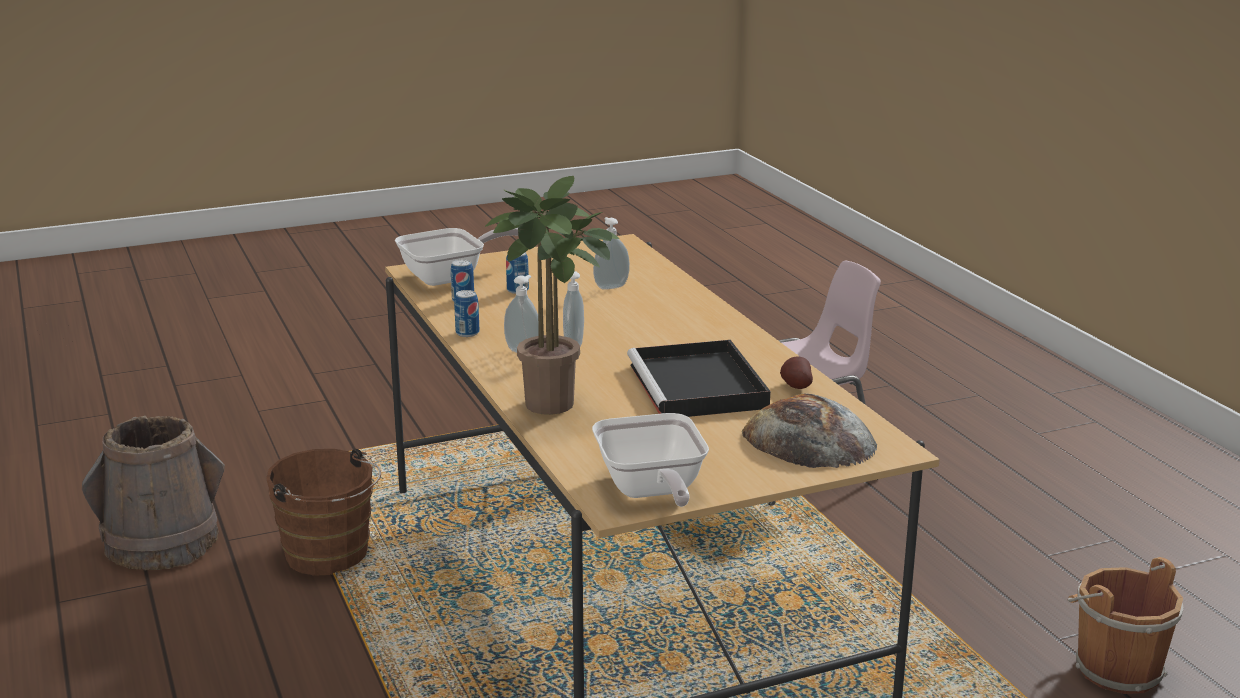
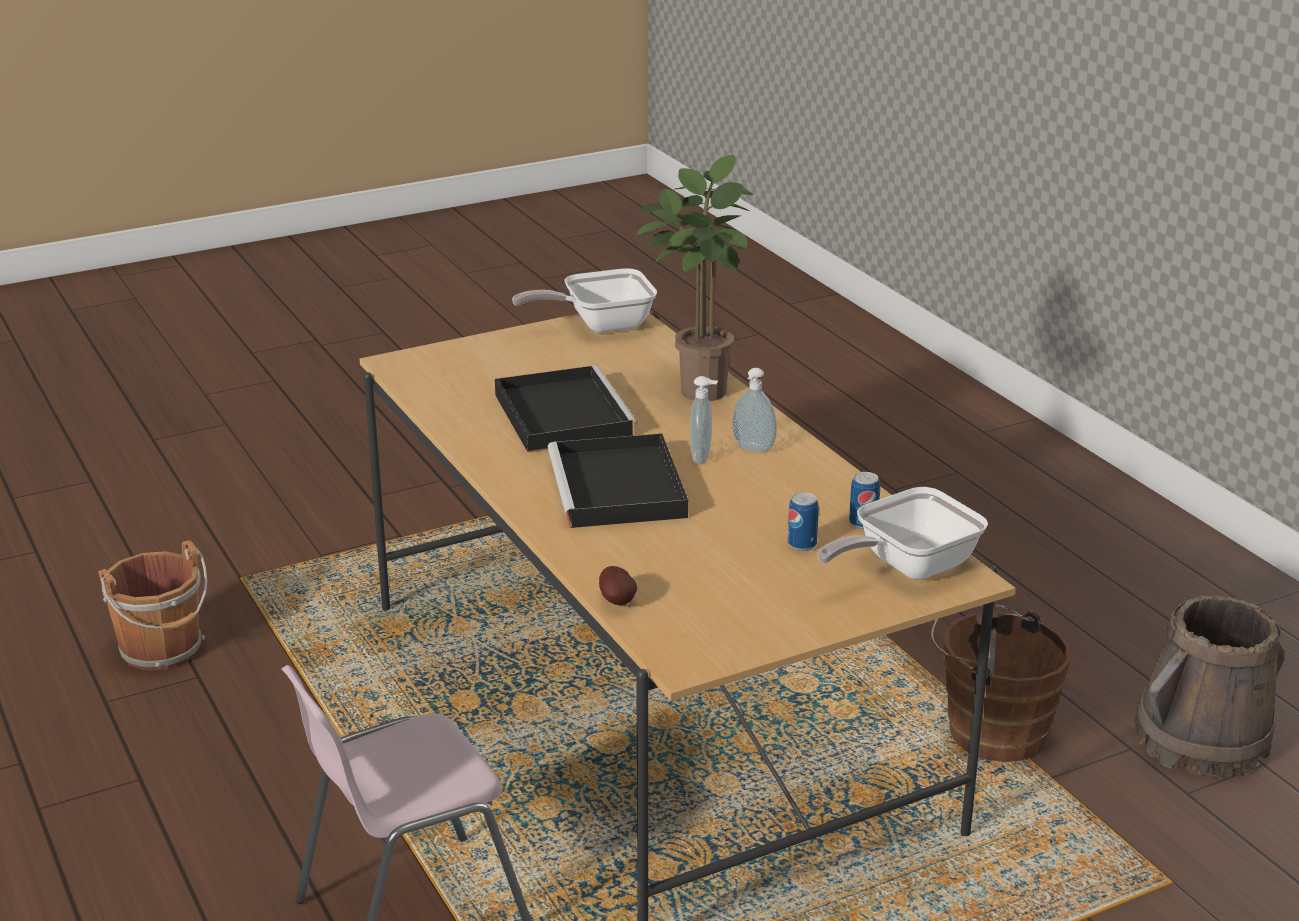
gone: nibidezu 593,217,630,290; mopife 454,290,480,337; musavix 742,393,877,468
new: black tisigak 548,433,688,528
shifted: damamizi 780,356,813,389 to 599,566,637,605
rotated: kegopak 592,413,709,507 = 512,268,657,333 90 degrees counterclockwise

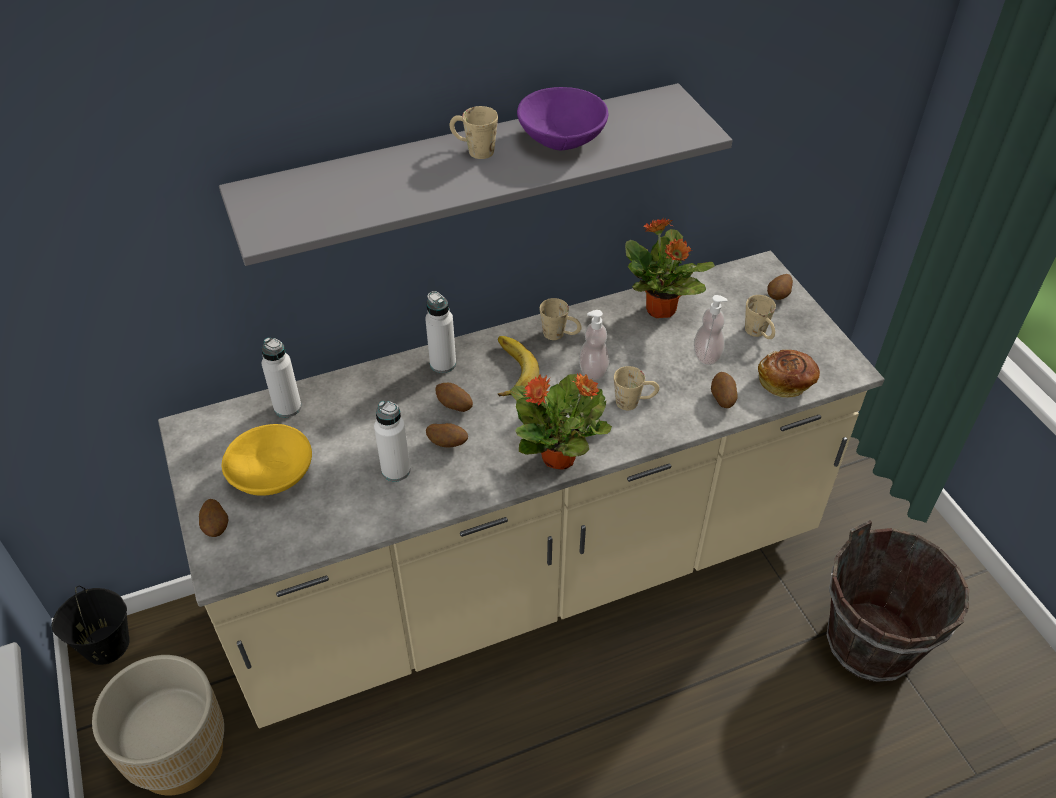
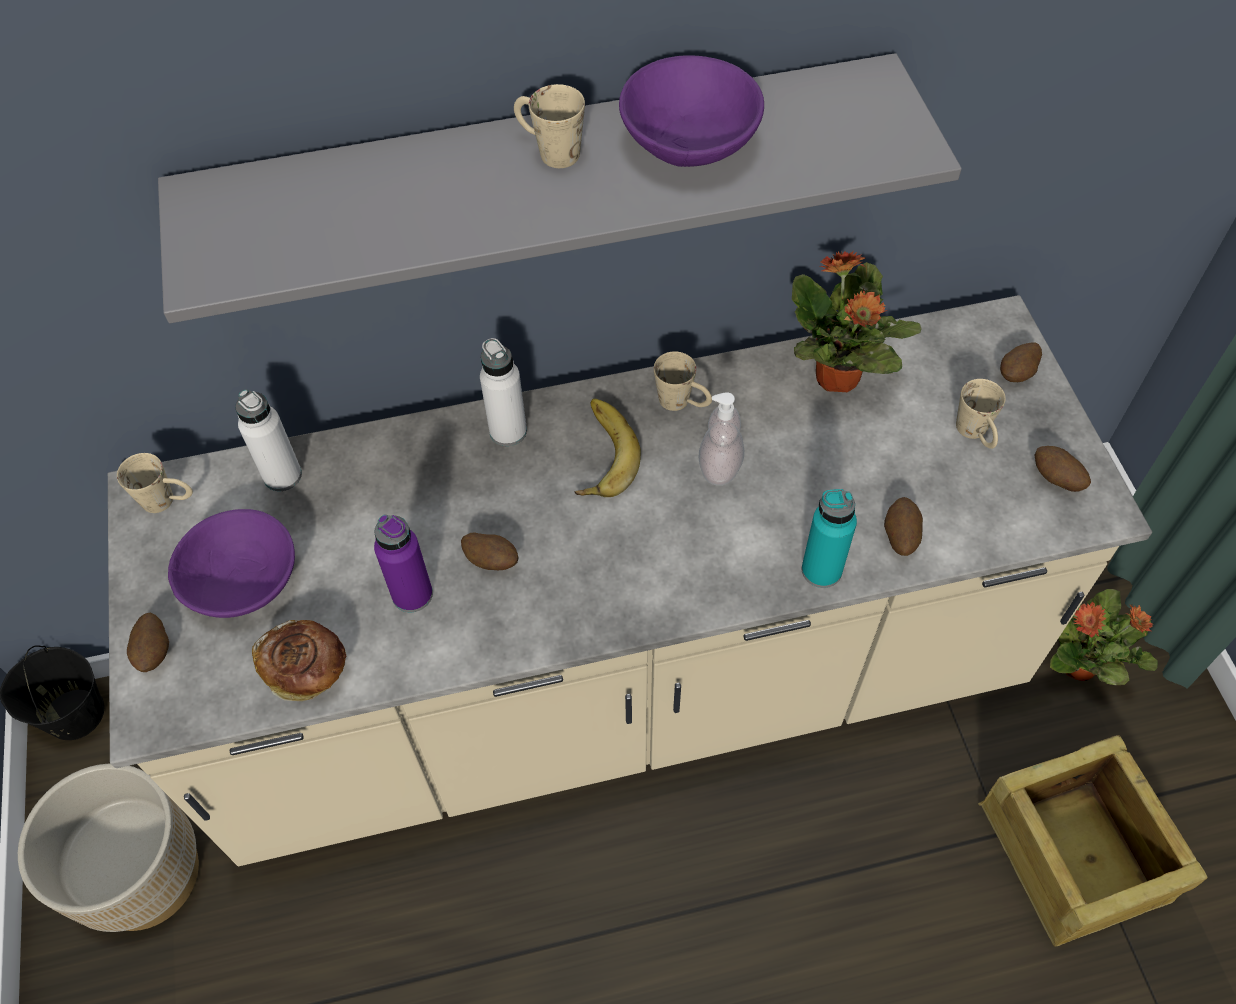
gone: nibidezu 694,295,727,365
new: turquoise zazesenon 802,489,857,588
shifted: musavix 758,350,820,398 to 252,620,346,701; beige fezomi 614,366,659,410 to 117,453,193,513; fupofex 510,373,612,470 to 1050,589,1158,685; damamizi 436,383,473,412 to 1034,446,1091,492
swapped: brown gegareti 827,520,969,682 to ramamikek 978,735,1208,947
repainted: white zazesenon 374,401,410,482 to purple zazesenon 374,514,433,612; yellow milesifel 222,424,312,496 to purple milesifel 168,509,295,618

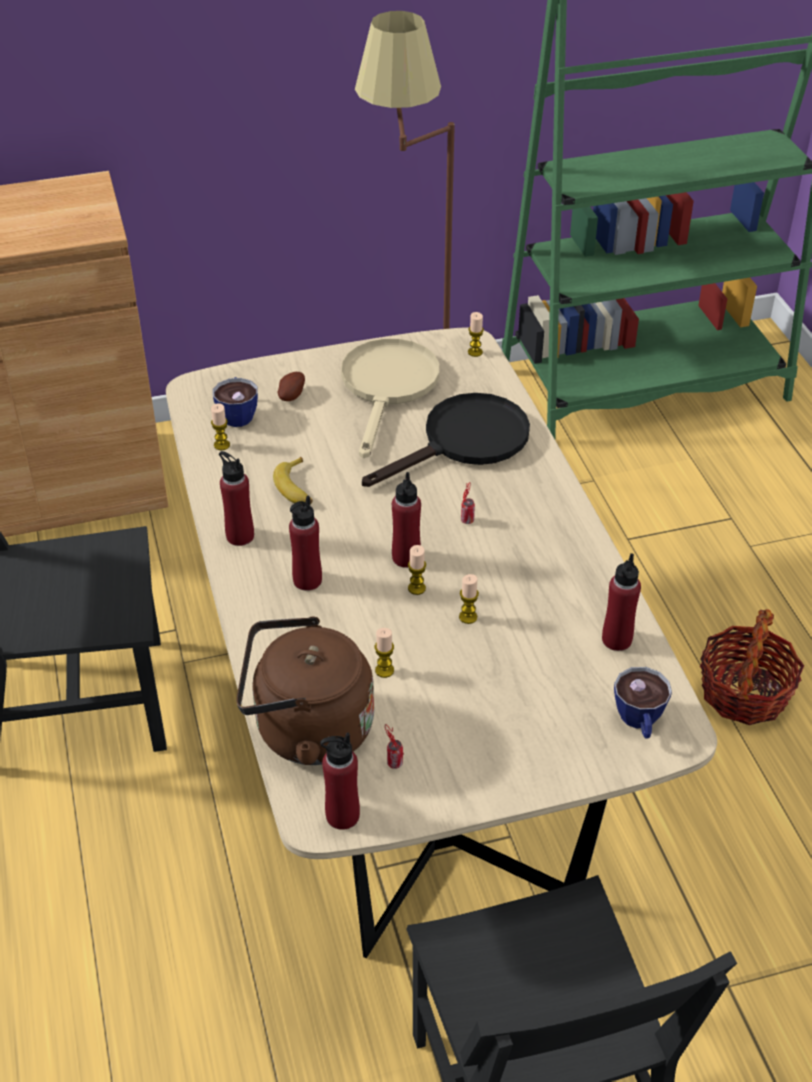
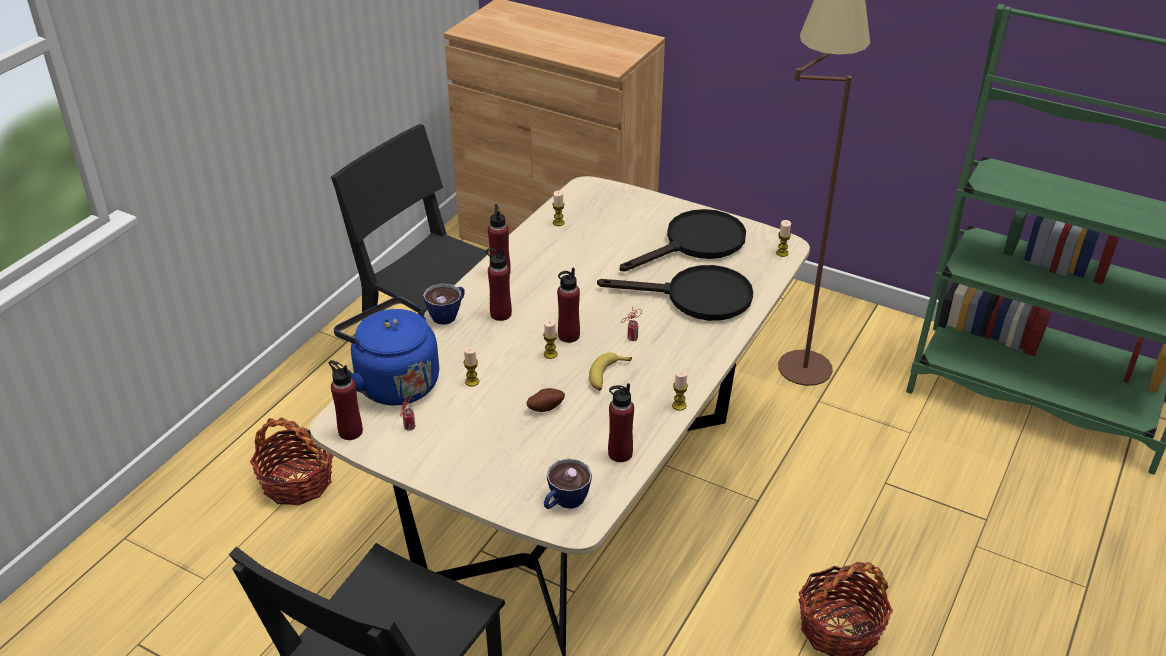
new: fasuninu 250,418,334,505
shifted: damamizi 278,372,305,401 to 526,388,565,412; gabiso 213,377,258,427 to 423,284,465,325; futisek 273,457,313,504 to 589,352,632,391; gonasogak 459,574,479,624 to 672,370,688,411
repainted: beige kegopak 341,338,439,458 to black kegopak 620,209,746,272; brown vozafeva 236,617,374,765 to blue vozafeva 334,297,439,406

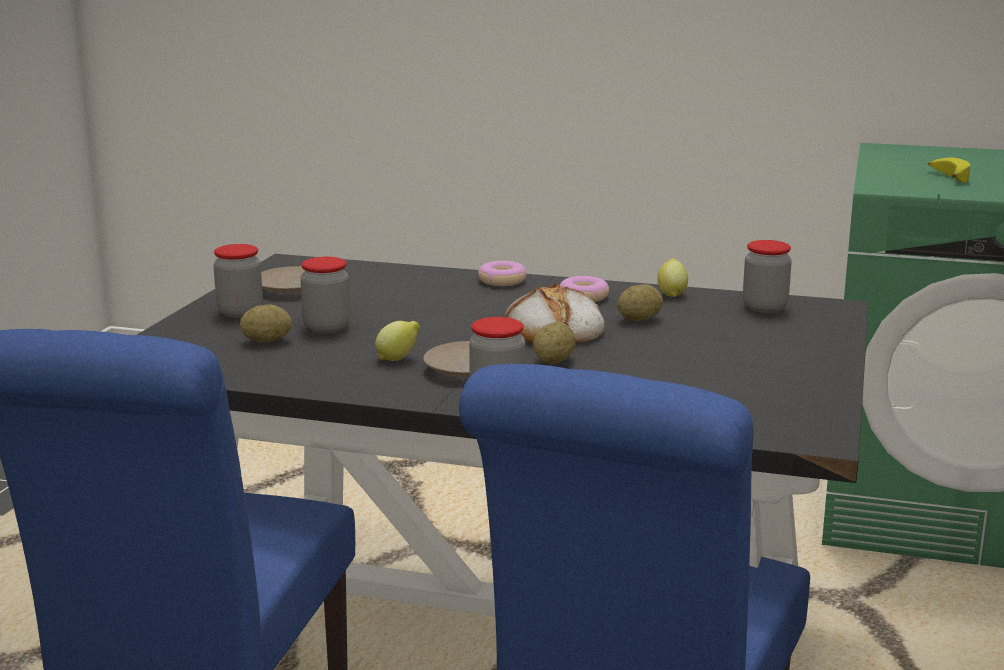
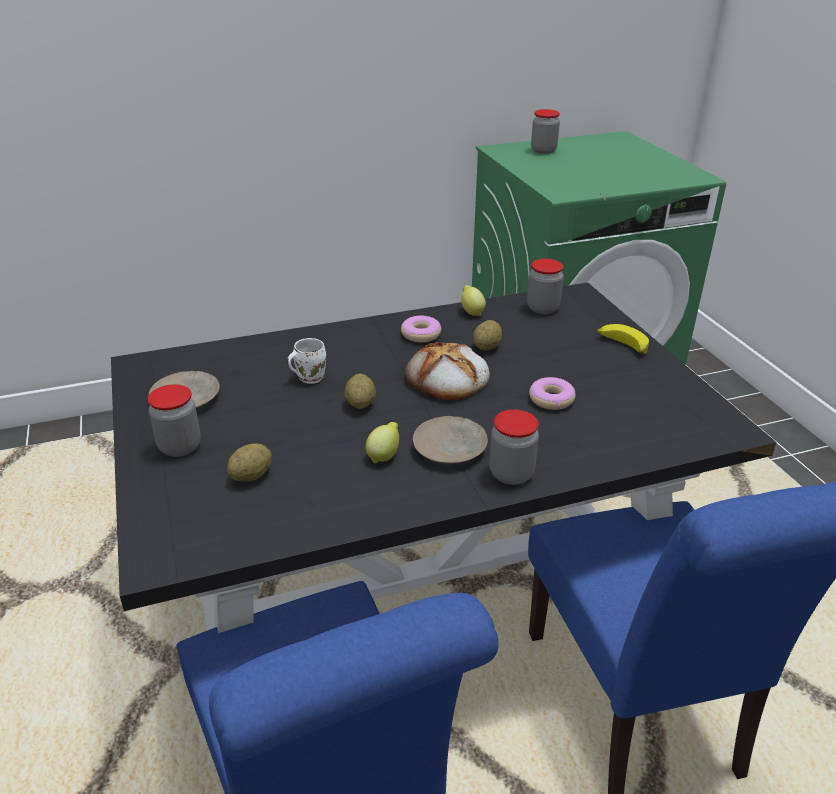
new: white fezomi 287,338,326,384
shifted: futisek 928,158,970,183 to 597,324,649,354; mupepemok 300,257,350,333 to 531,109,560,154; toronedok 478,261,527,286 to 529,377,576,410; damamizi 533,322,575,363 to 344,374,376,409

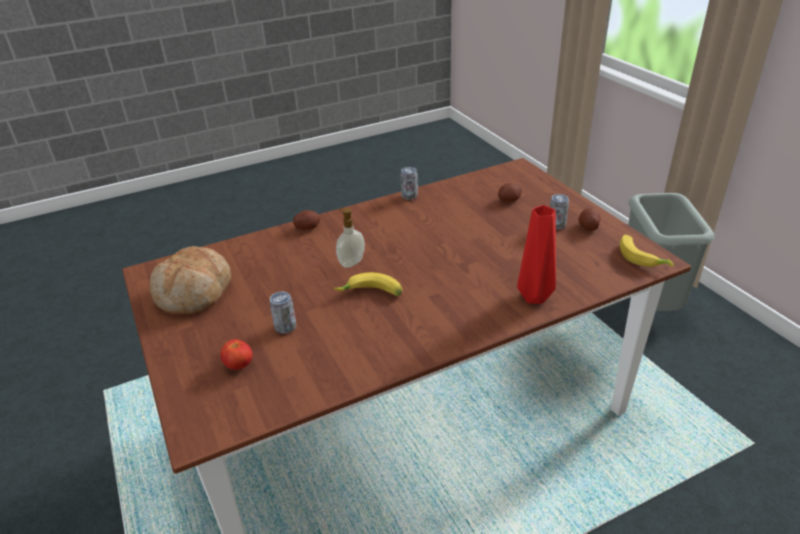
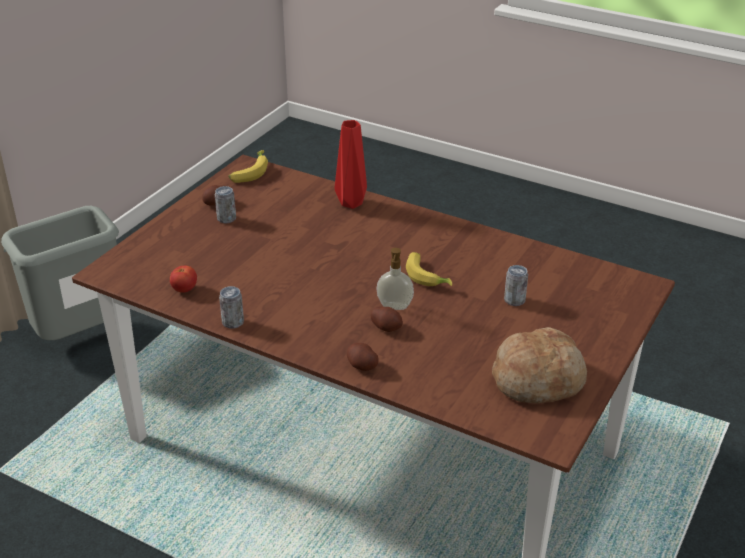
shifted: damamizi 498,183,522,202 to 370,307,403,332; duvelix 220,339,252,370 to 170,265,197,293

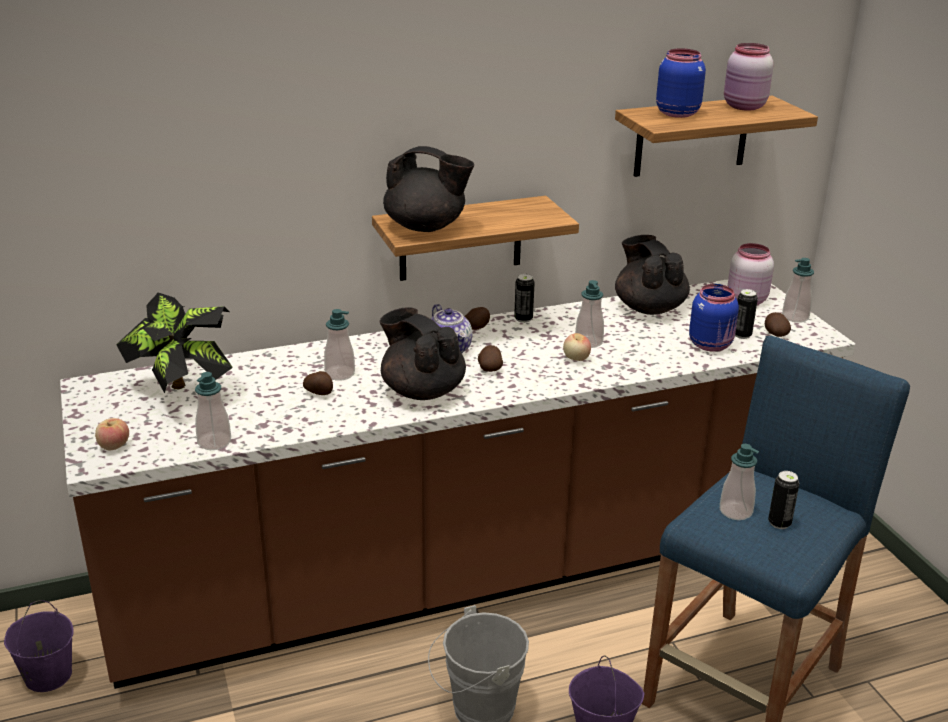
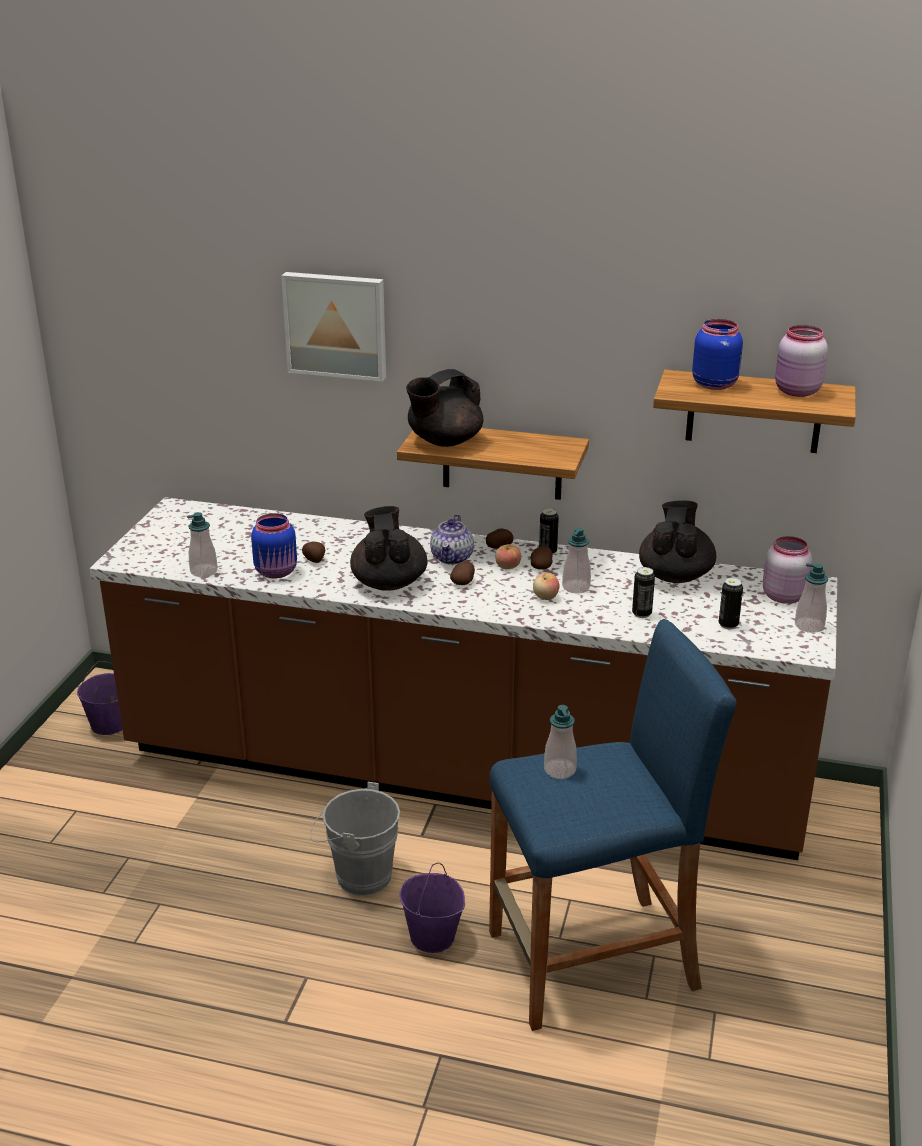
gone: fupofex 116,293,232,393; nibidezu 324,309,355,381
new: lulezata 281,272,386,382
shifted: blue mupepemok 689,284,739,352 to 251,513,297,578; damamizi 765,312,791,337 to 531,546,552,570; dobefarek 95,418,129,450 to 495,544,521,569; mopife 768,471,799,529 to 632,567,655,618
rotated: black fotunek 383,146,474,232 = 406,369,483,447 90 degrees clockwise

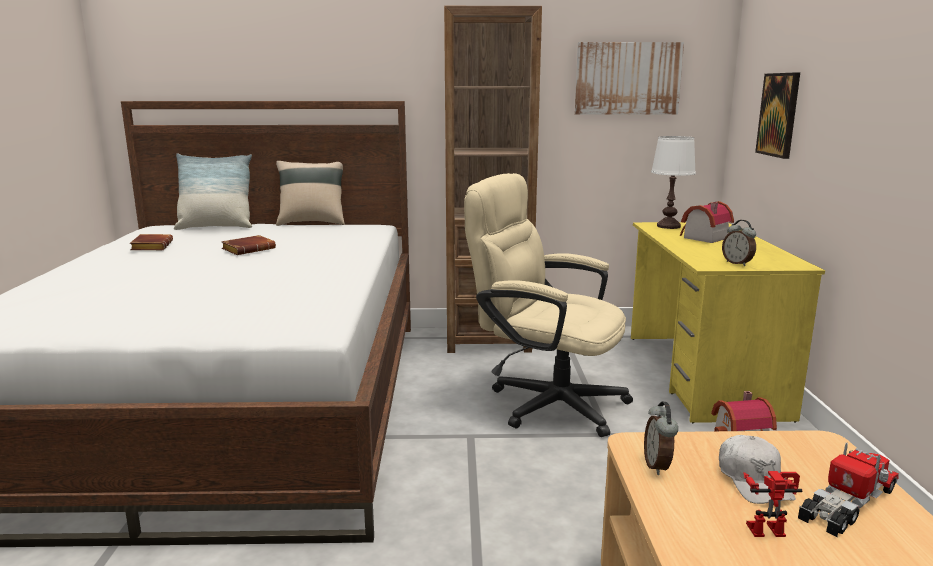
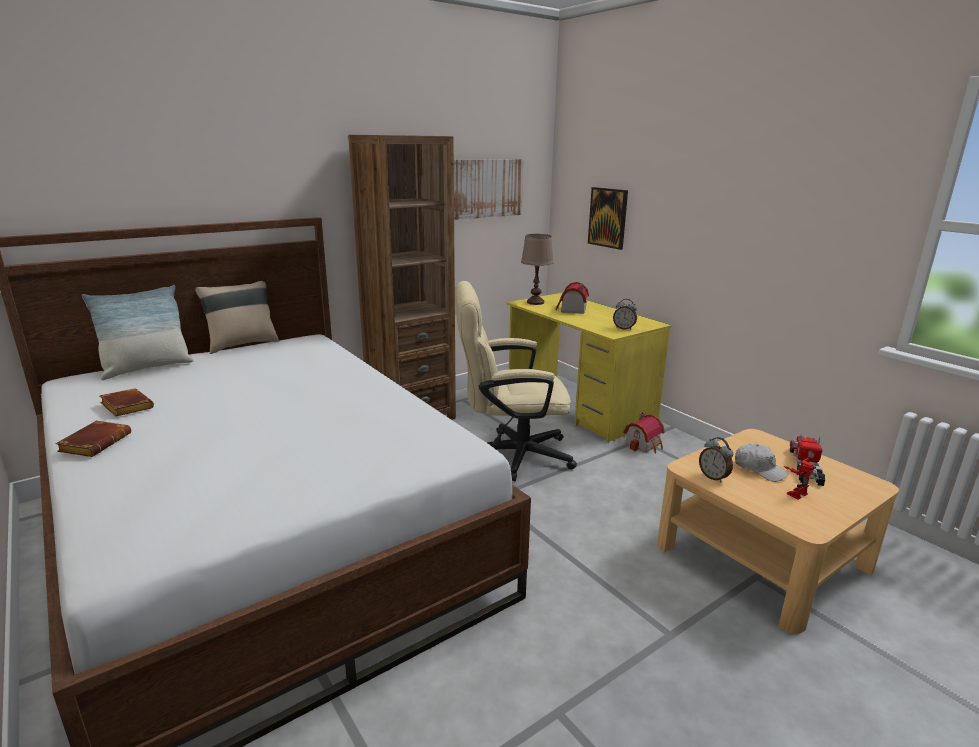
shifted: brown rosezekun 221,235,276,255 to 55,421,131,457
repainted: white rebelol 651,136,696,229 to brown rebelol 521,234,554,305

